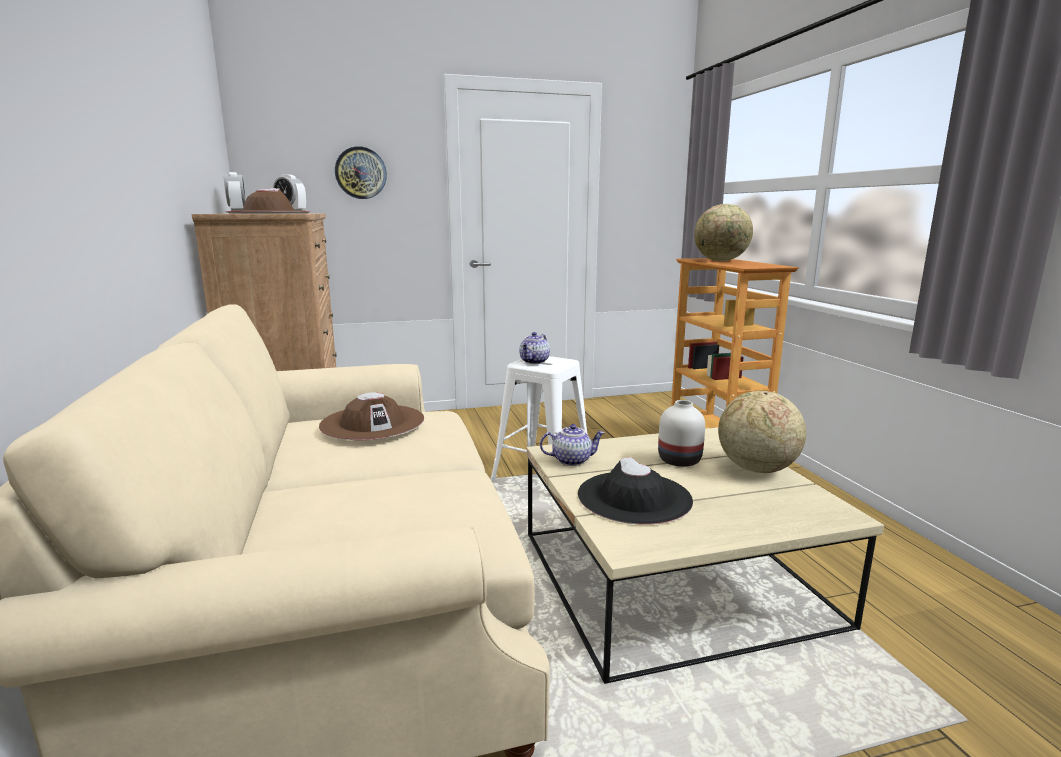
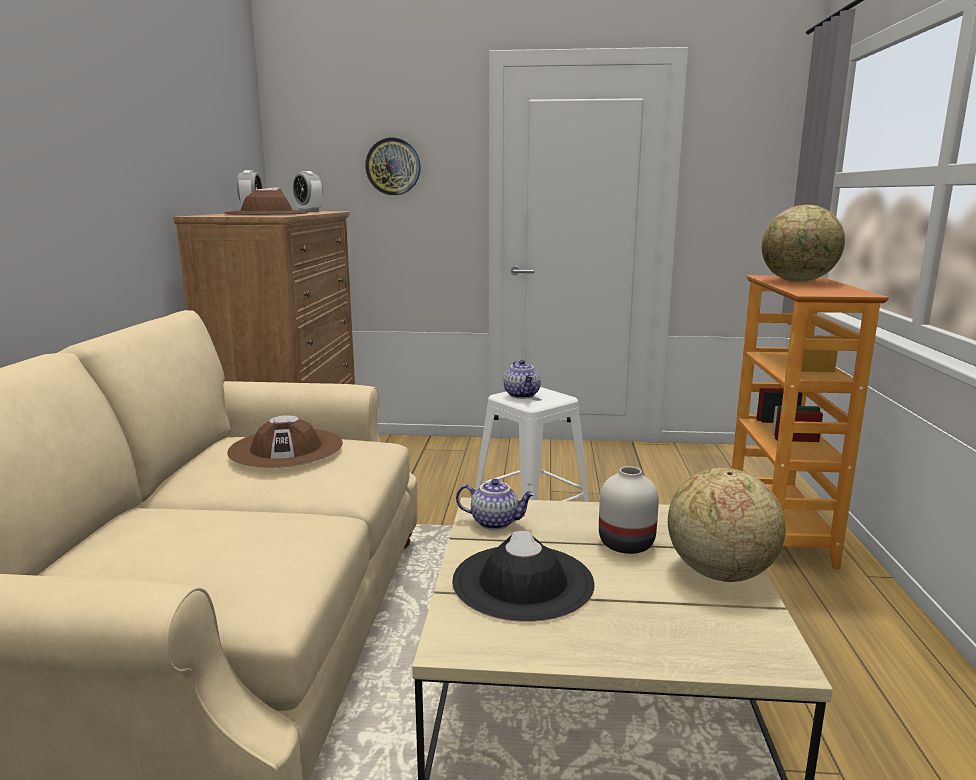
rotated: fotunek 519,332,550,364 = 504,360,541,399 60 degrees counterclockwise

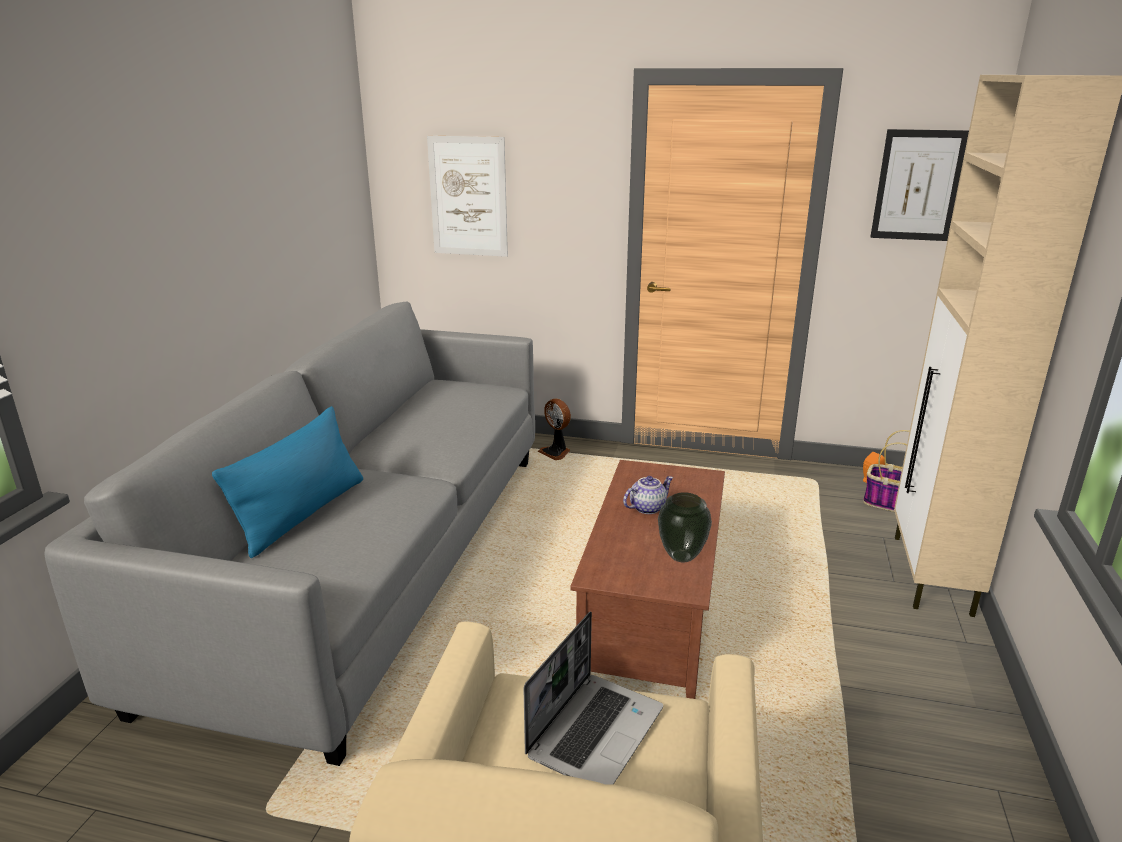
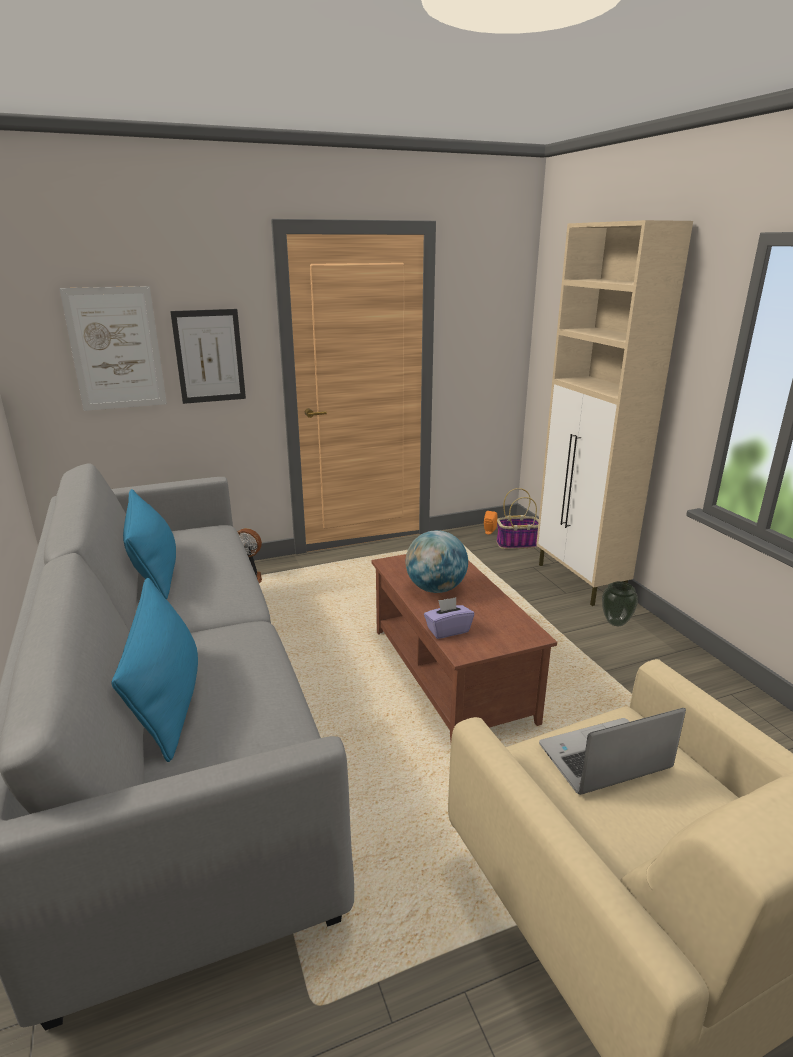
new: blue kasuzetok 123,489,176,599; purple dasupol 424,597,474,639
shifted: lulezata 871,129,969,241 to 170,309,246,404; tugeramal 658,492,712,562 to 602,581,638,626
swapped: fotunek 623,476,673,514 to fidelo 406,530,468,593
rotated: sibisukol 524,611,663,785 = 539,708,686,795 105 degrees counterclockwise

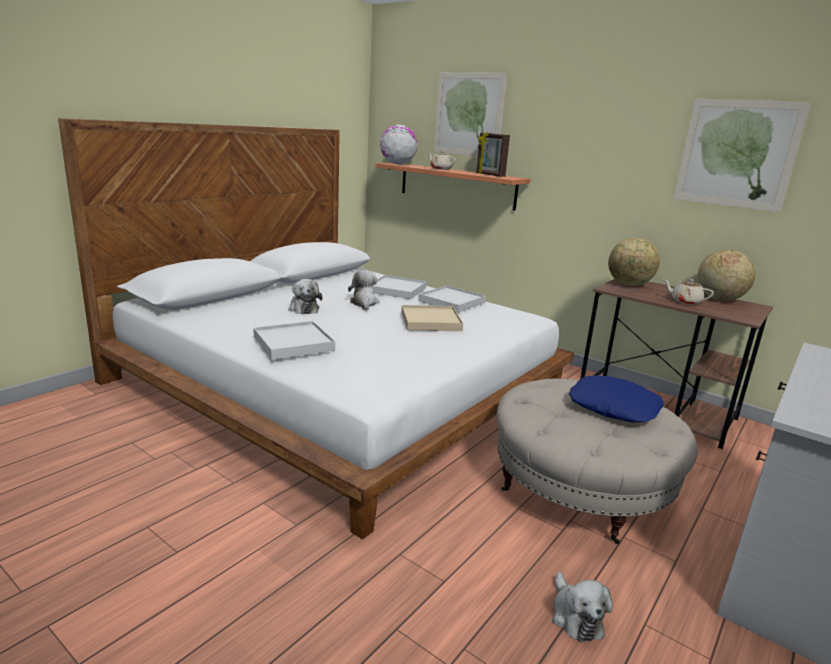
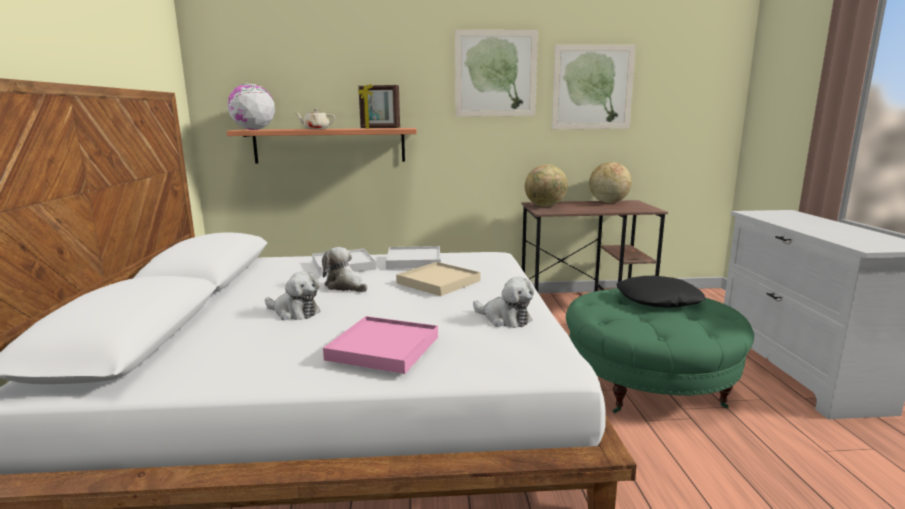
gone: beige fotunek 664,279,714,305
shifted: lulezata 434,72,507,157 to 455,30,538,117; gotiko 553,572,613,642 to 473,277,534,328
repainted: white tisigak 253,321,335,359 to pink tisigak 323,316,438,374; blue kasuzetok 569,375,664,422 to black kasuzetok 617,276,706,308; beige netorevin 497,379,698,544 to green netorevin 566,288,754,413

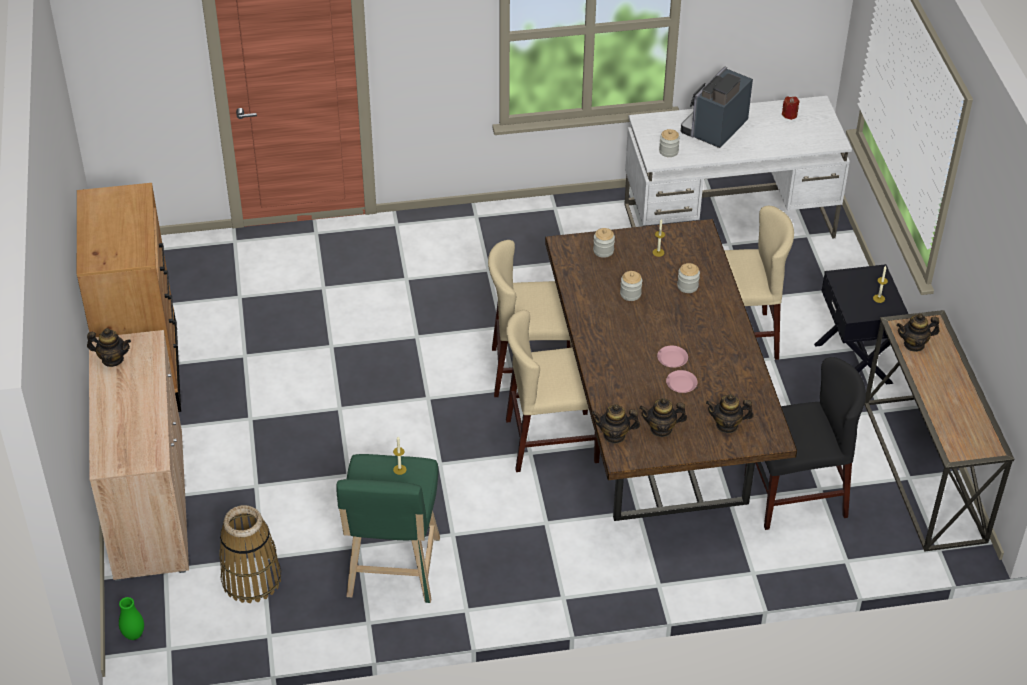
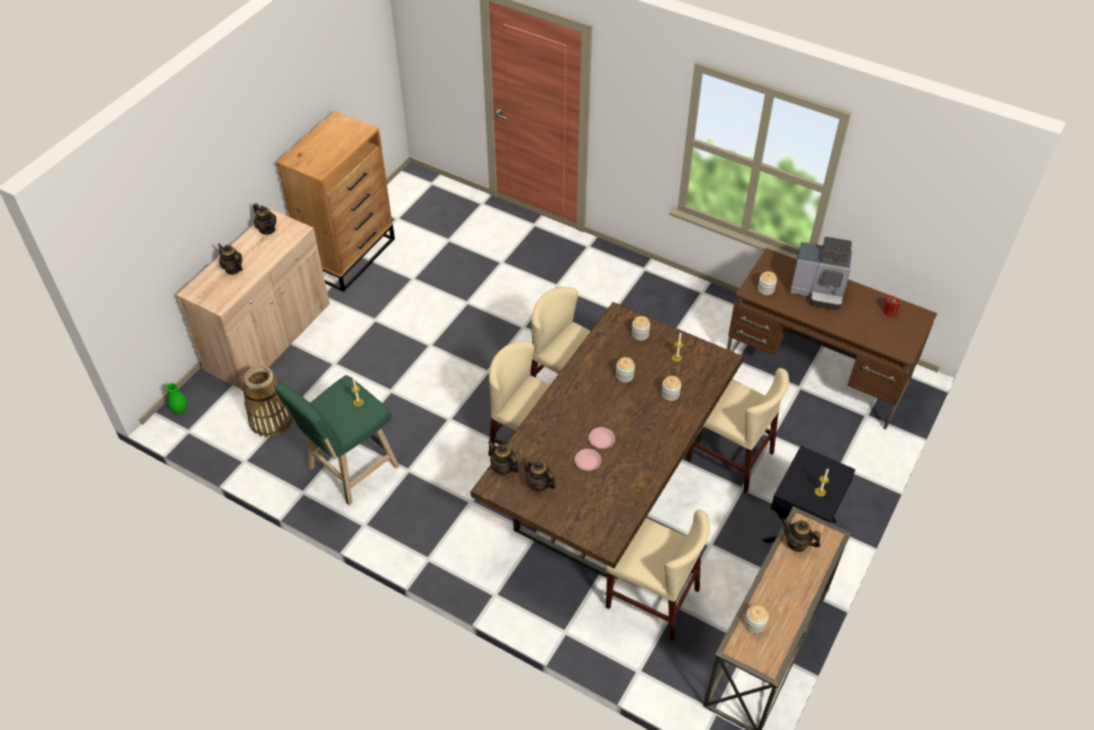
new: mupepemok 745,605,769,633
shifted: fotunek 706,394,754,433 to 217,243,243,275
repainted: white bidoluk 624,96,852,238 to brown bidoluk 727,248,937,429; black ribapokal 744,357,866,530 to beige ribapokal 605,510,710,641
rotated: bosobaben 681,67,753,148 = 790,237,852,310 150 degrees counterclockwise

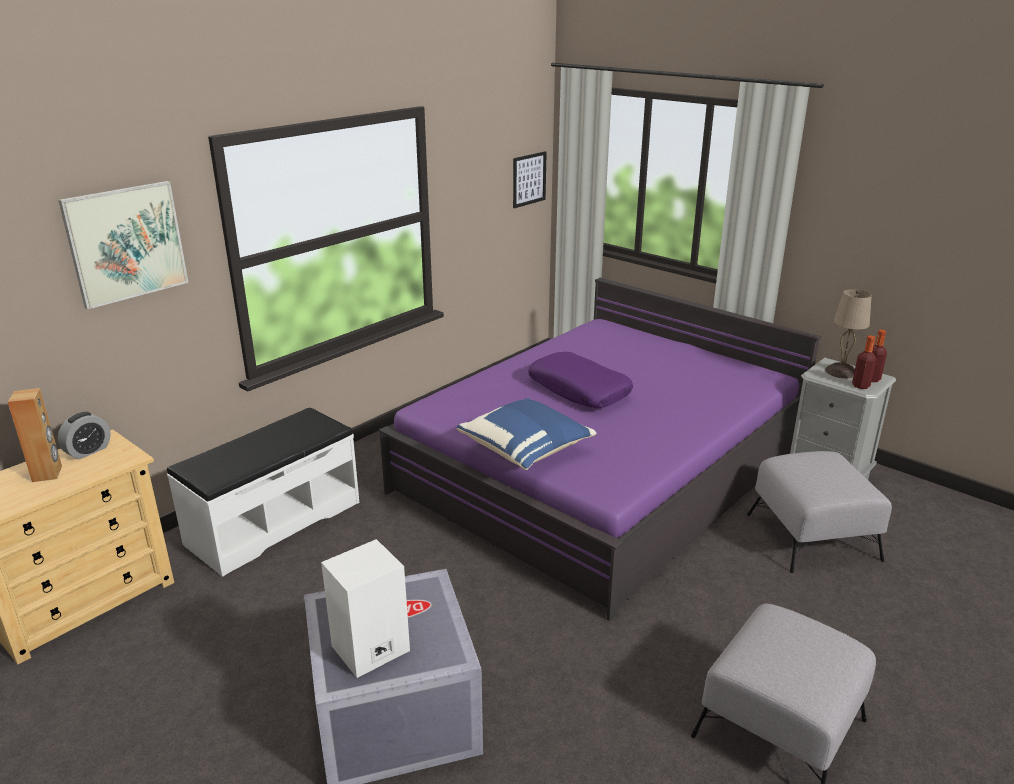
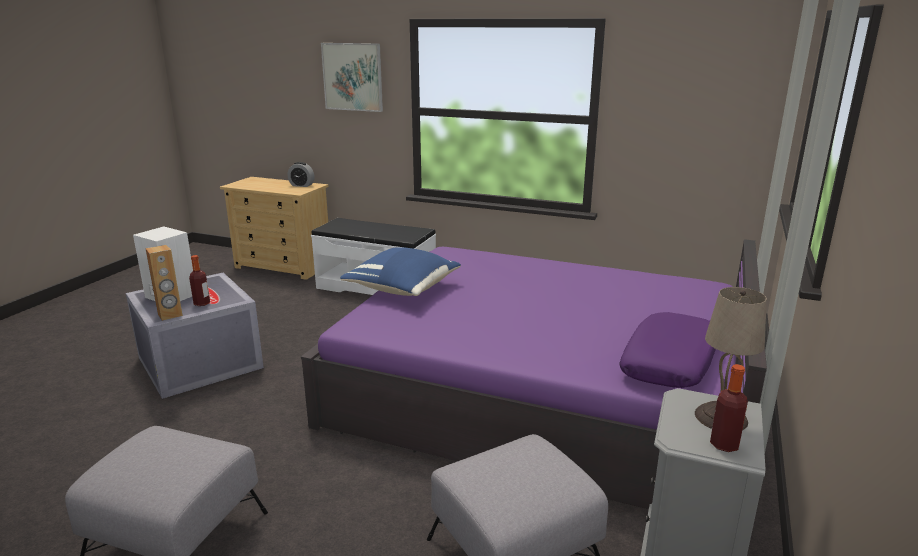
gone: lulezata 513,151,547,208
shifted: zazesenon 852,336,876,389 to 189,255,210,306; purple kasuzetok 528,352,633,408 to 619,312,716,388; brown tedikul 8,388,62,482 to 145,245,183,321

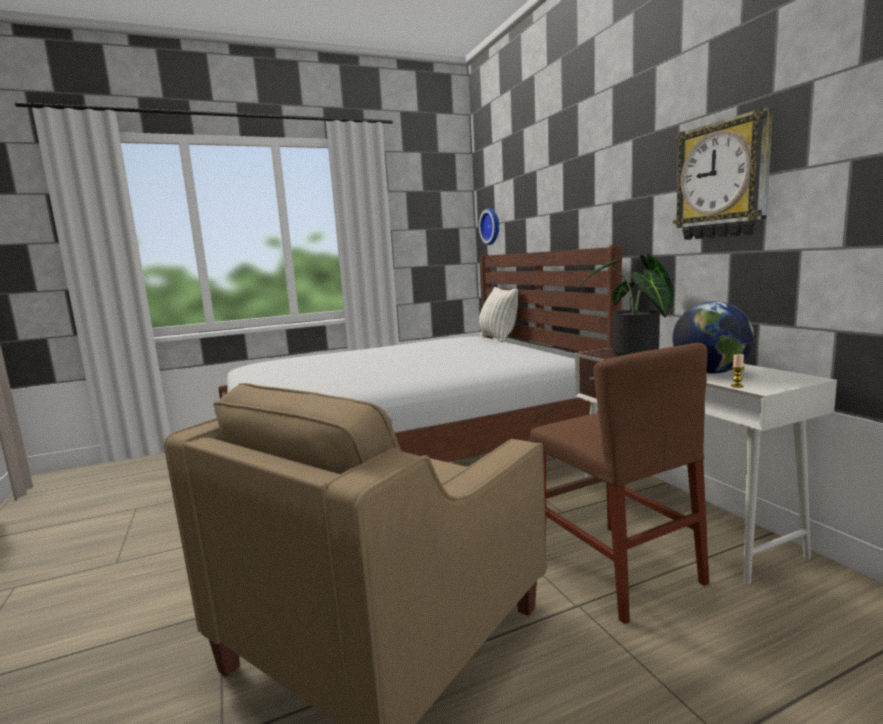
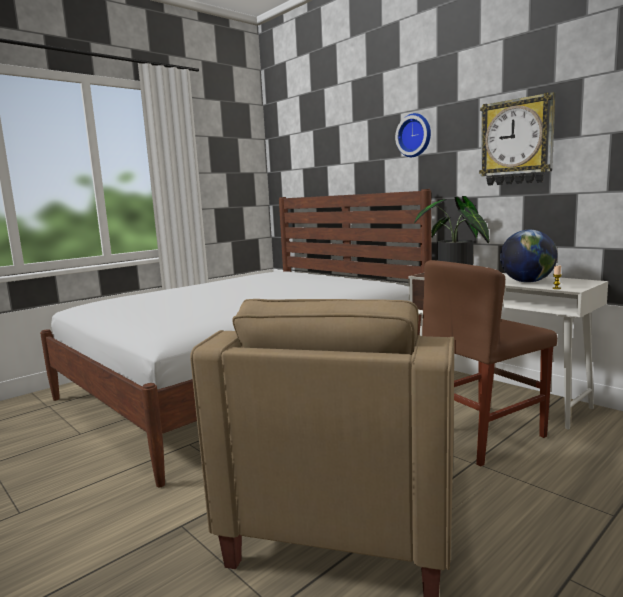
gone: kasuzetok 479,287,518,342
shifted: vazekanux 479,208,499,245 to 395,113,431,157
rotated: brown ribapokal 530,343,709,624 = 422,260,557,467 105 degrees clockwise

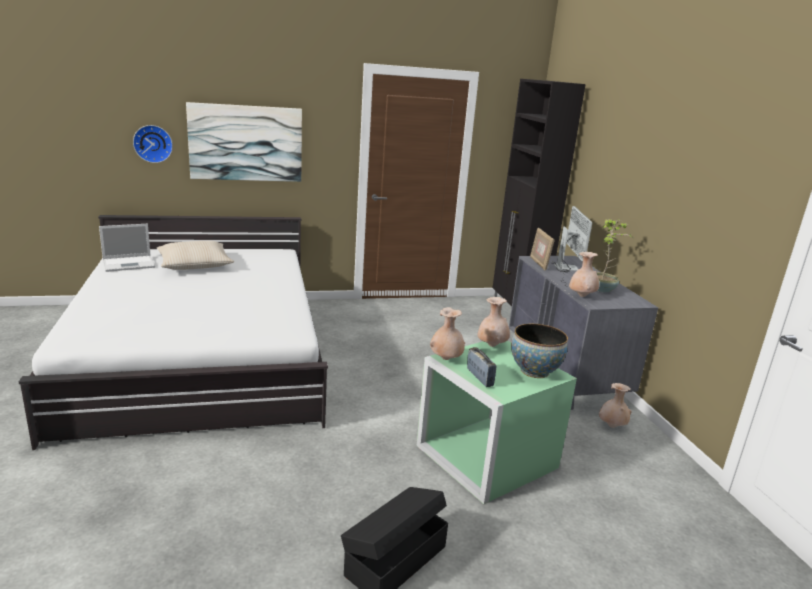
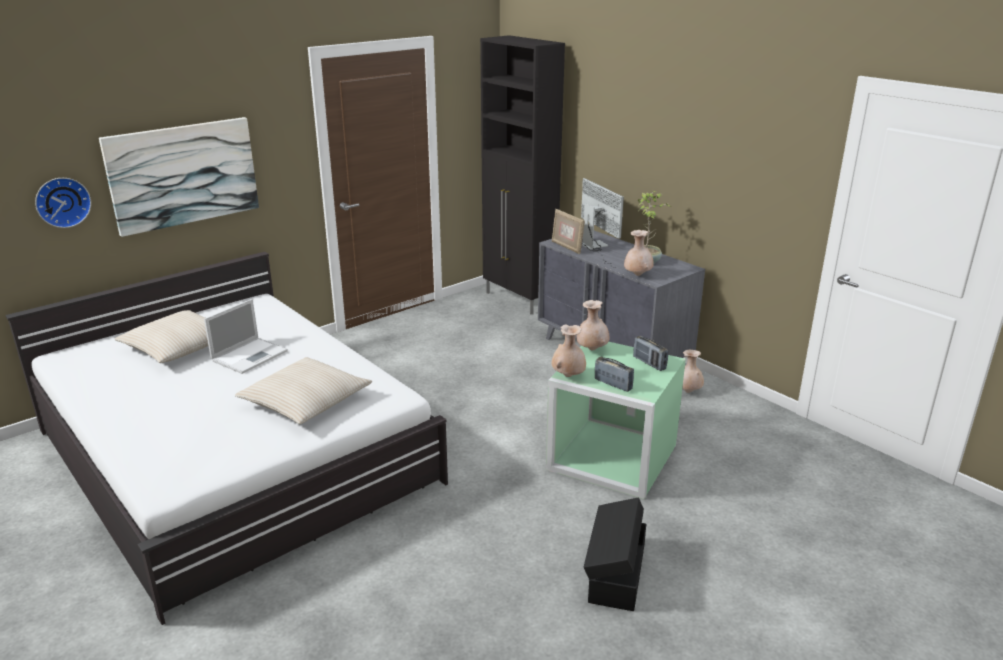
new: beige kasuzetok 235,357,372,424
shifted: sibisukol 99,224,155,272 to 204,299,288,374
swapped: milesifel 511,324,568,378 to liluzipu 633,336,668,371

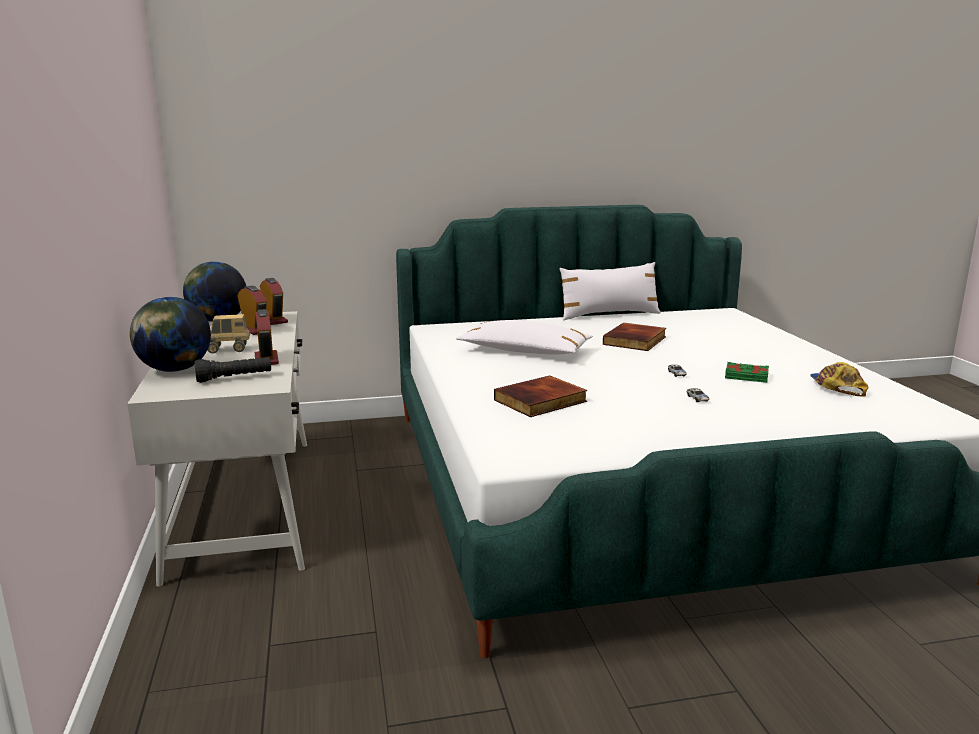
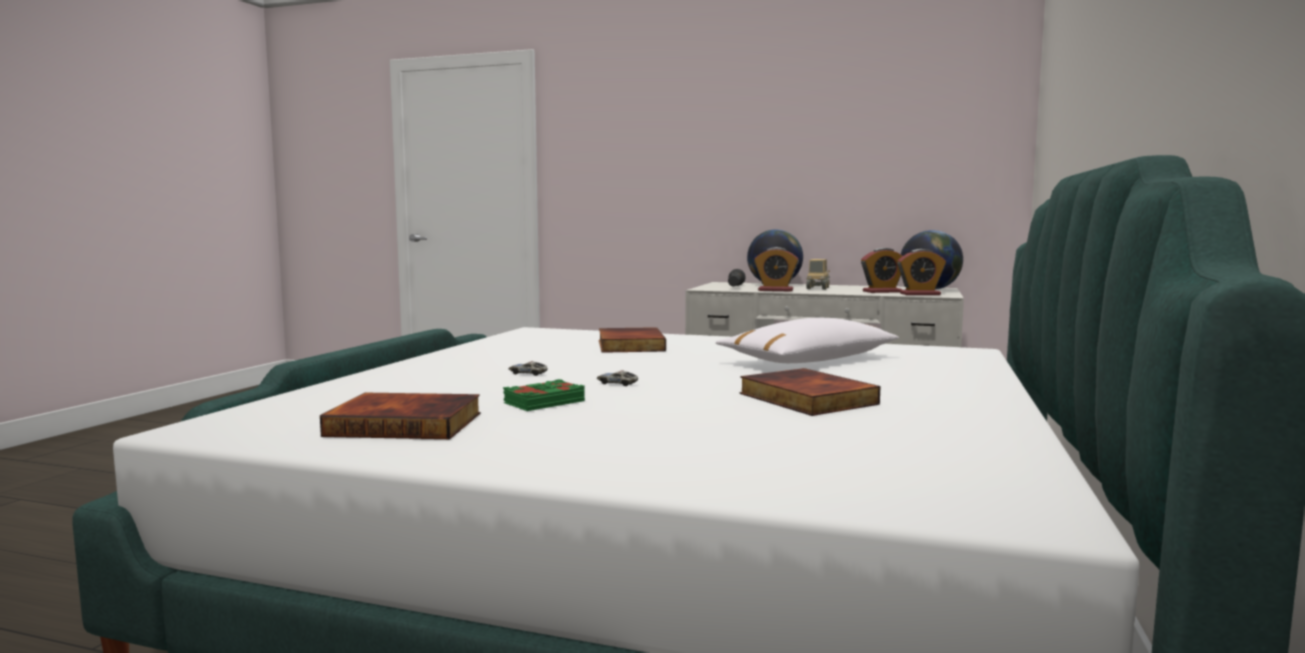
gone: white kasuzetok 559,262,661,320
swapped: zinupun 810,362,868,396 to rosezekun 320,393,480,439

